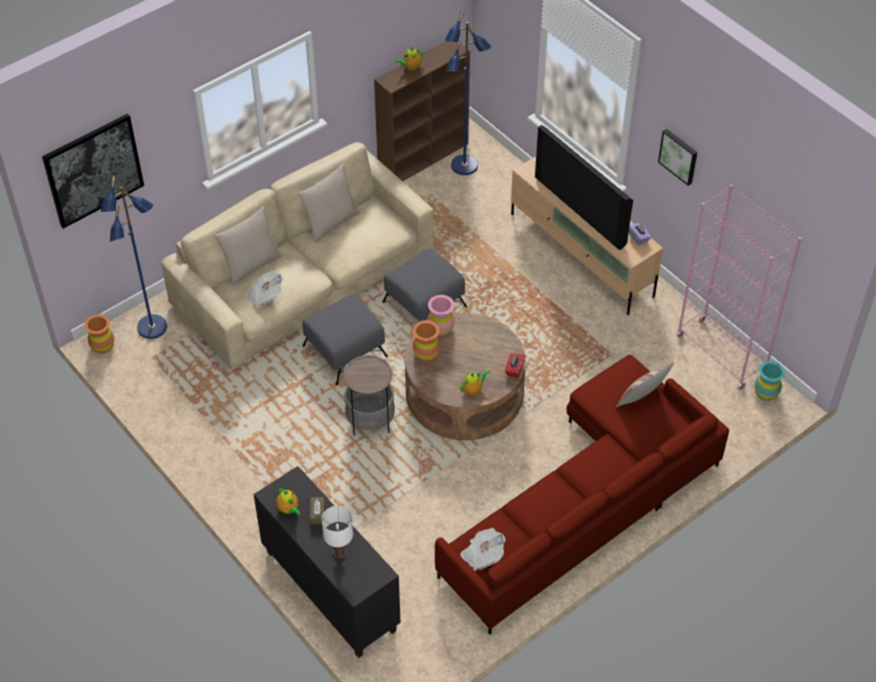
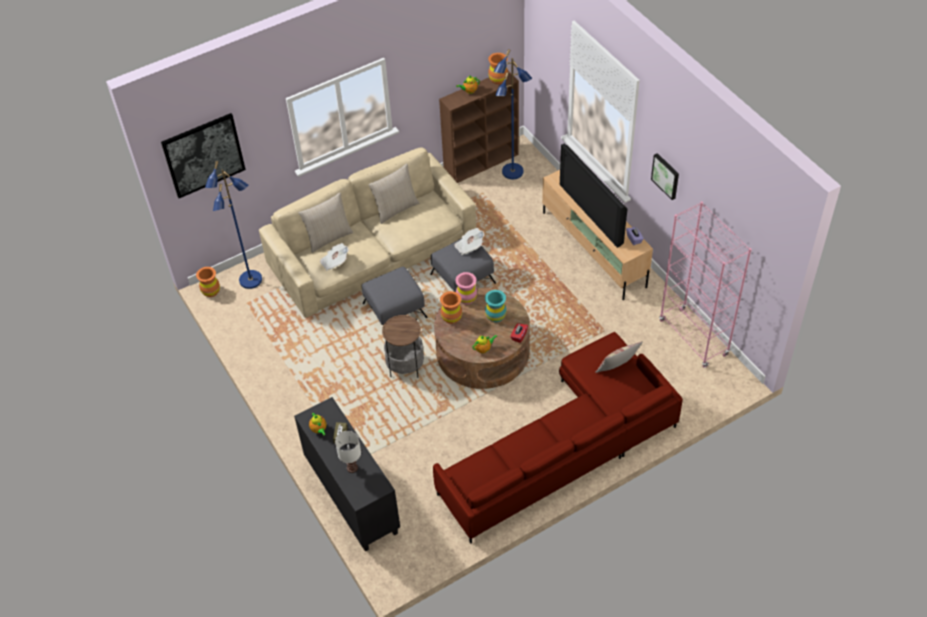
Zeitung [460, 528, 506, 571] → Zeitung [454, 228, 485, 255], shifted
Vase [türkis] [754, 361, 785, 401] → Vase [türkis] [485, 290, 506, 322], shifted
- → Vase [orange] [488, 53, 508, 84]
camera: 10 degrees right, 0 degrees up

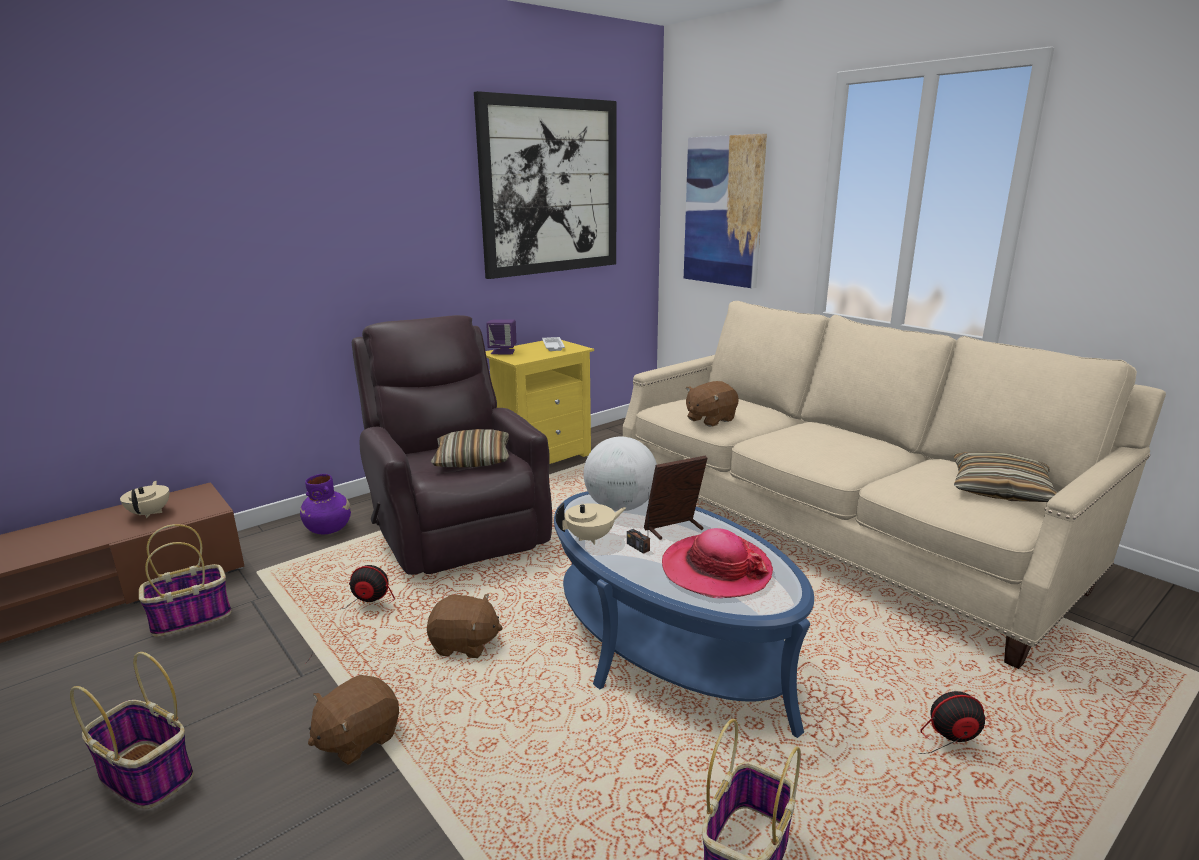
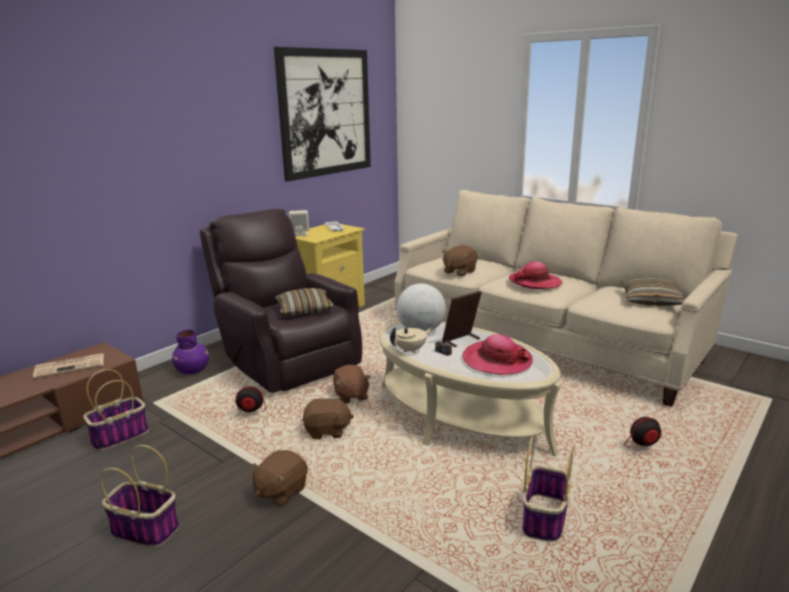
Teekanne [beige] [120, 481, 170, 518] → Zeitung [33, 353, 104, 379]
Lautsprecher [lila] [486, 320, 516, 354] → Lautsprecher [beige] [289, 210, 309, 236]
- → Plüschtier [braun] [333, 365, 371, 404]
Couchtisch [blau] [554, 491, 814, 738] → Couchtisch [beige] [379, 322, 561, 457]
- → Hut [509, 262, 562, 289]
Bild [684, 134, 767, 288] → -
camera: 10 degrees left, 0 degrees up

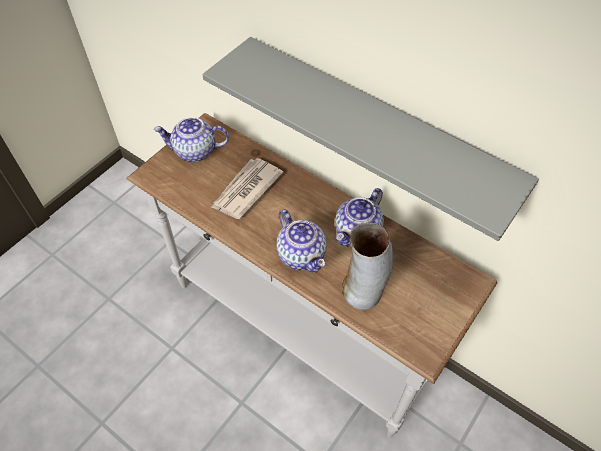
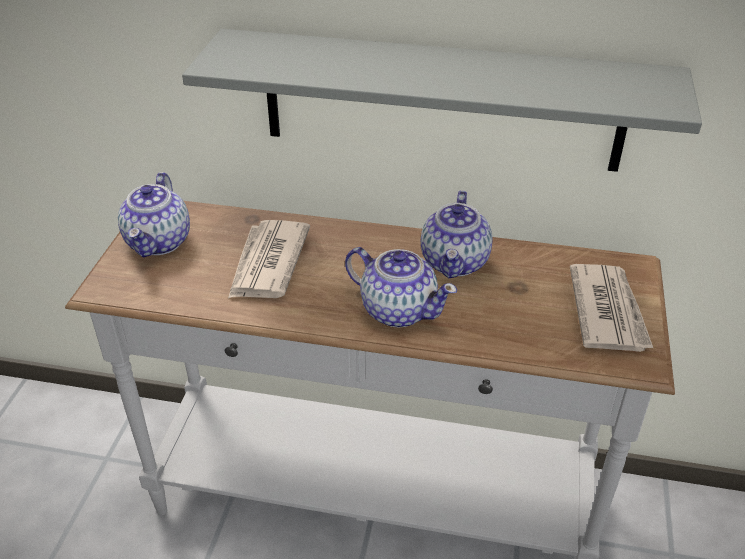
Teekanne [154, 117, 229, 162] → Teekanne [118, 172, 190, 257], 60 degrees counterclockwise
- → Zeitung [570, 264, 654, 352]
Vase [342, 223, 393, 310] → -
camera: 25 degrees left, 15 degrees down

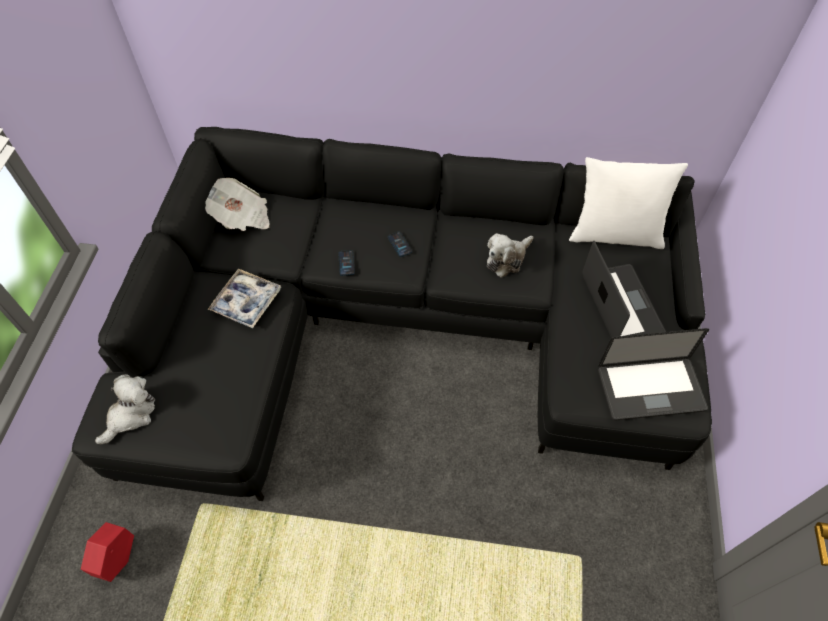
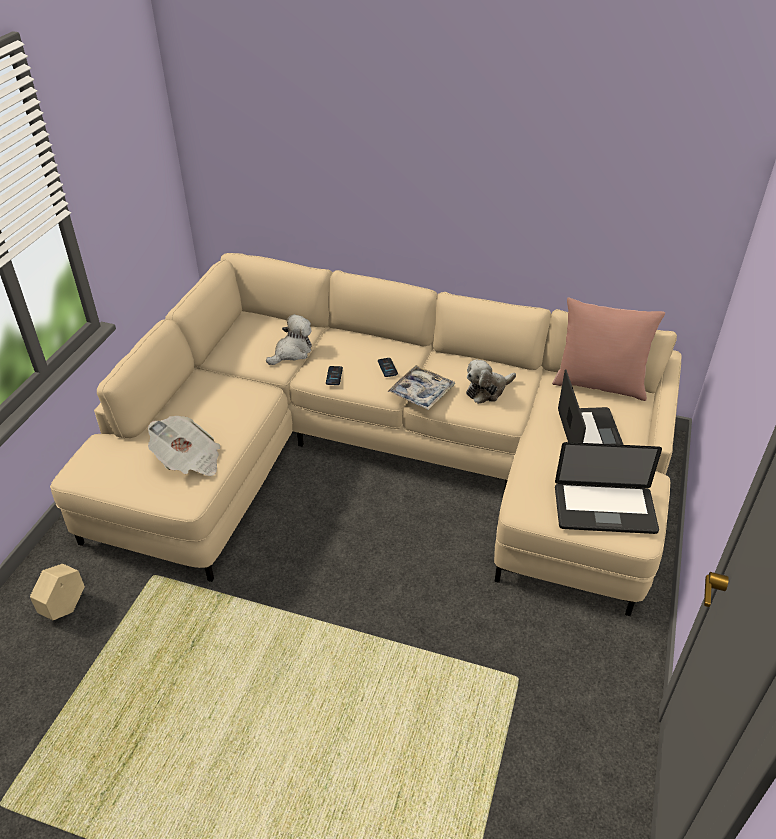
Pflanzkübel [rot] [81, 522, 134, 582] → Pflanzkübel [beige] [30, 564, 85, 620]
Sofa [schwarz] [72, 127, 712, 501] → Sofa [beige] [50, 253, 682, 616]
Zeitung [205, 178, 270, 231] → Zeitung [148, 416, 220, 476], shifted
Plüschtier [95, 374, 155, 444] → Plüschtier [266, 314, 312, 365], shifted
Tablett [208, 268, 281, 328] → Tablett [387, 365, 455, 410], shifted
Kissen [weiß] [569, 157, 688, 249] → Kissen [rosa] [552, 298, 665, 401]
camera: 10 degrees right, 15 degrees down

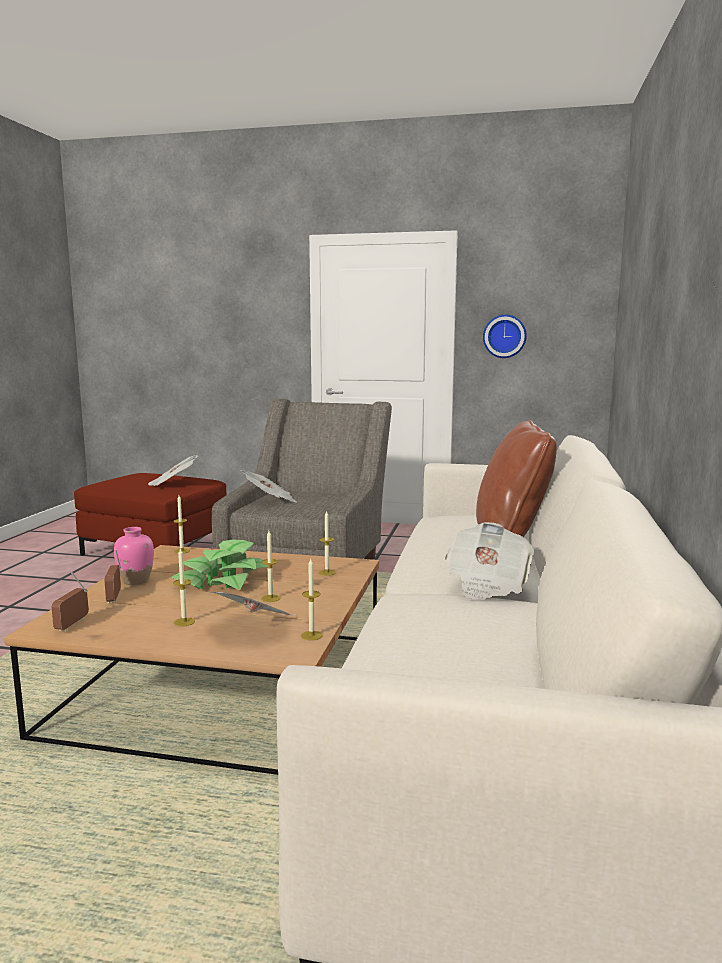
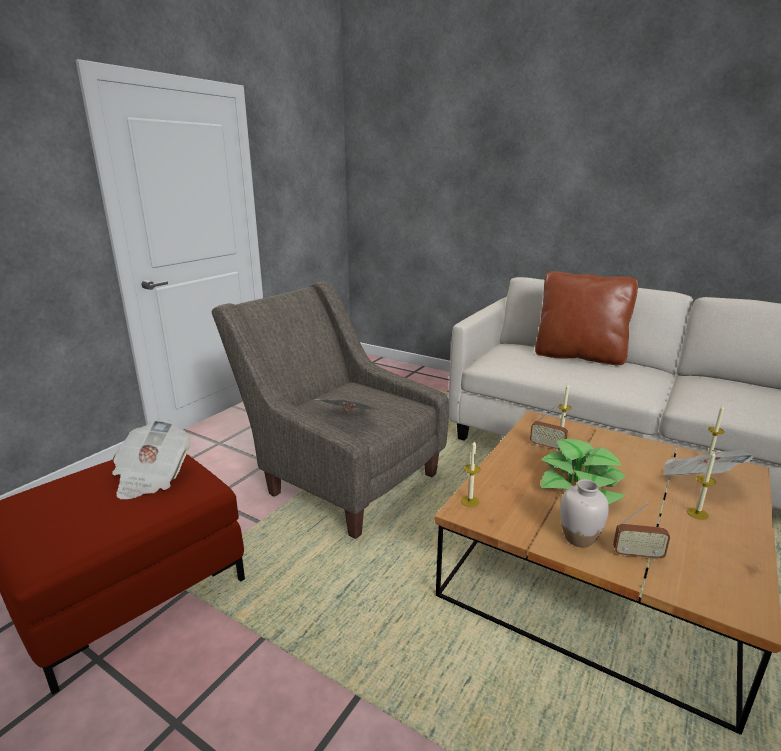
Radio [52, 572, 89, 631] → Radio [530, 408, 568, 451], shifted
Vase [rosa] [114, 527, 154, 585] → Vase [weiß] [560, 479, 609, 547]
Kerze [261, 531, 280, 602] → -
Zeitung [445, 522, 534, 600] → -
Wanduhr [483, 315, 527, 358] → -
camera: 70 degrees left, 10 degrees up

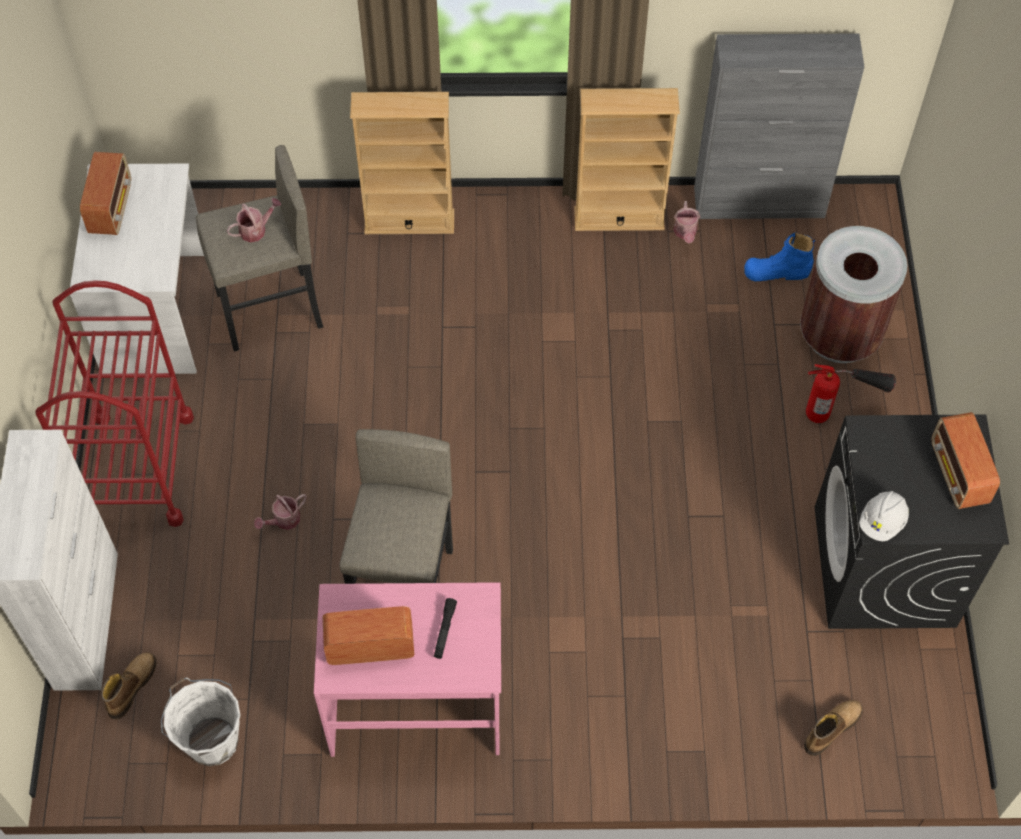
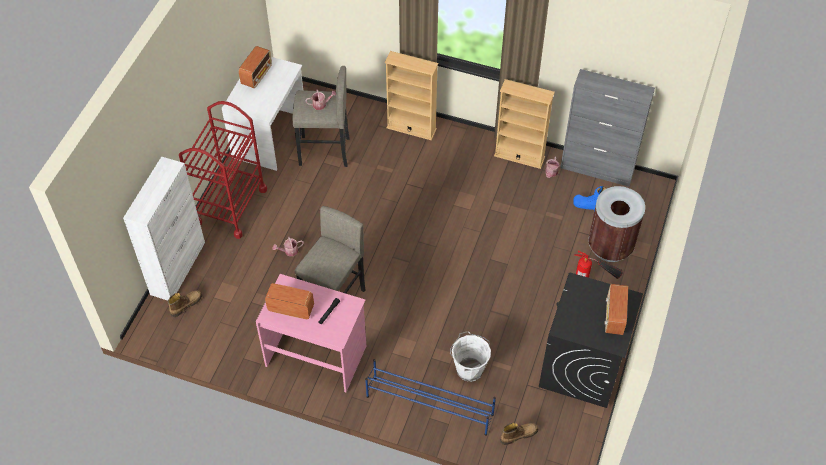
- → Schuhregal [blau] [365, 359, 496, 436]
Eimer [weiß] [161, 678, 240, 766] → Eimer [weiß] [450, 331, 491, 382], shifted
Schutzhelm [weiß] [859, 491, 909, 541] → -
camera: 20 degrees right, 5 degrees down

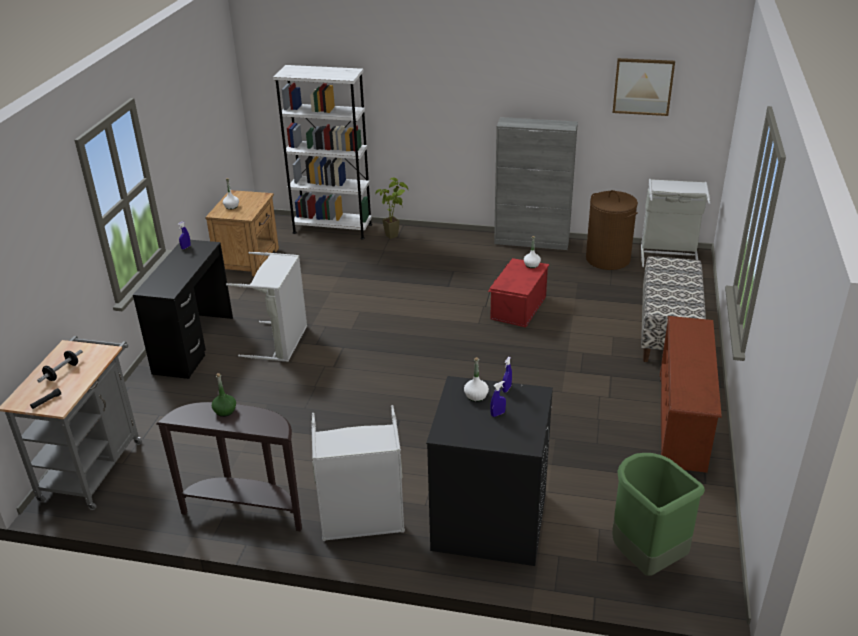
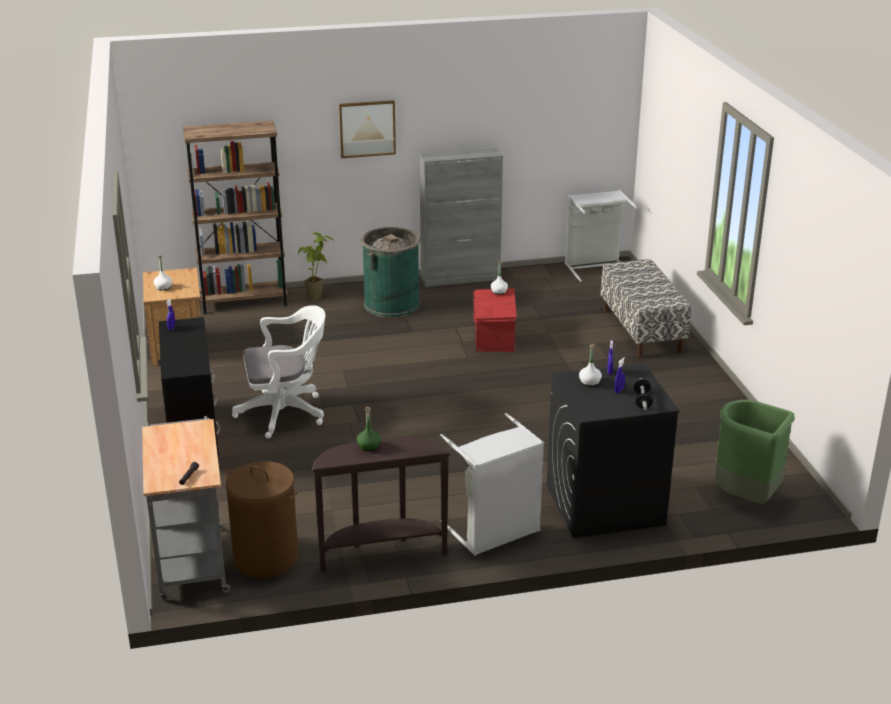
Bücherregal [weiß] [273, 65, 372, 240] → Bücherregal [braun] [183, 120, 288, 314]
Wäschekorb [braun] [586, 190, 638, 270] → Wäschekorb [braun] [225, 461, 299, 578], shifted
Wäschekorb [grau] [226, 252, 307, 362] → Bürostuhl [weiß] [232, 305, 325, 439]
Bild [613, 58, 675, 116] → Bild [339, 100, 396, 158], shifted
- → Mülleimer [grün] [360, 227, 420, 317]
Hantel [37, 350, 83, 383] → Hantel [633, 378, 653, 410], shifted
Schuhregal [braun] [660, 316, 722, 473] → -
camera: 25 degrees left, 5 degrees down

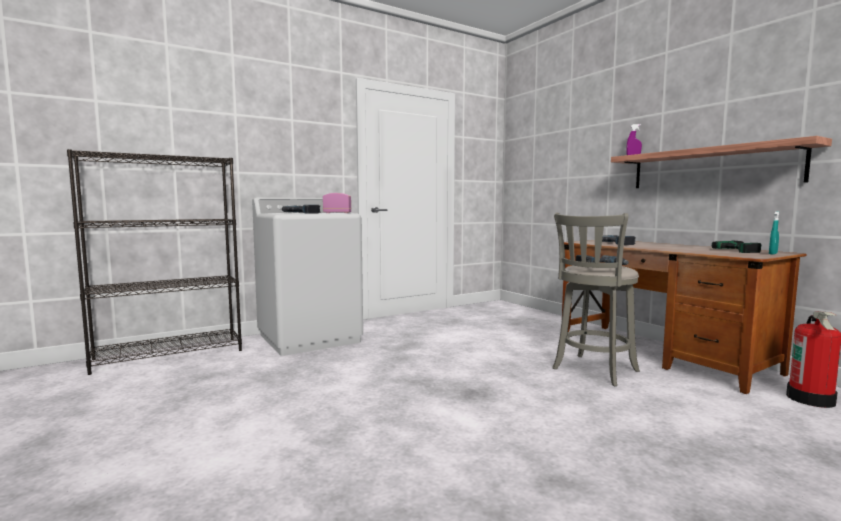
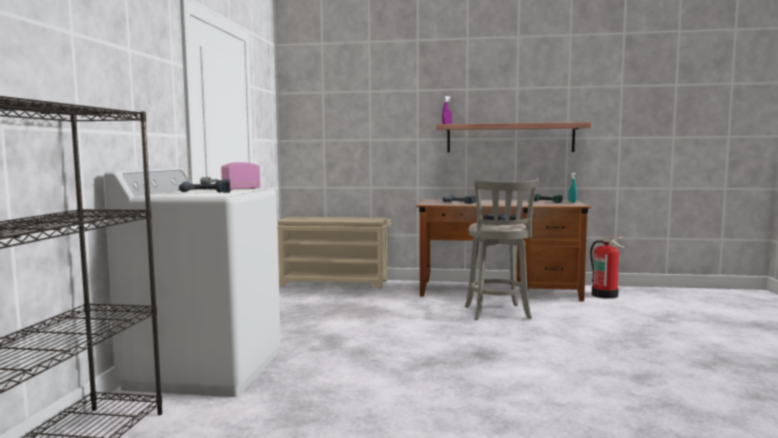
- → Schuhregal [beige] [277, 217, 391, 289]
camera: 50 degrees left, 0 degrees up

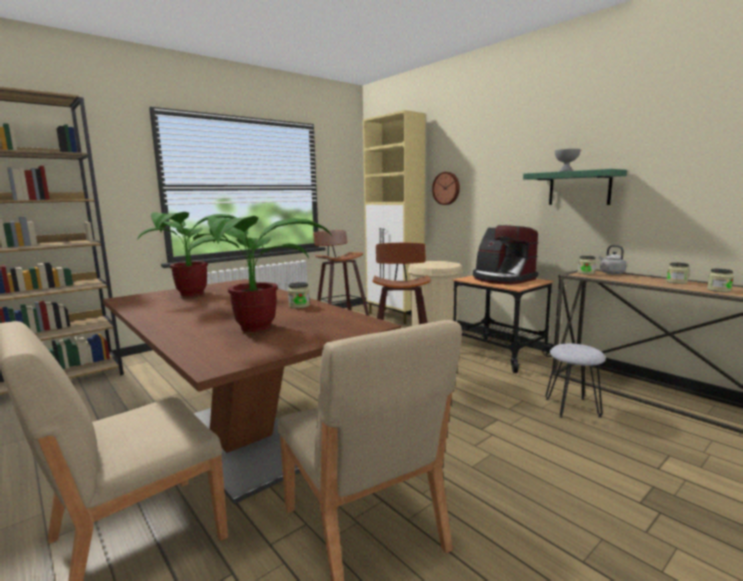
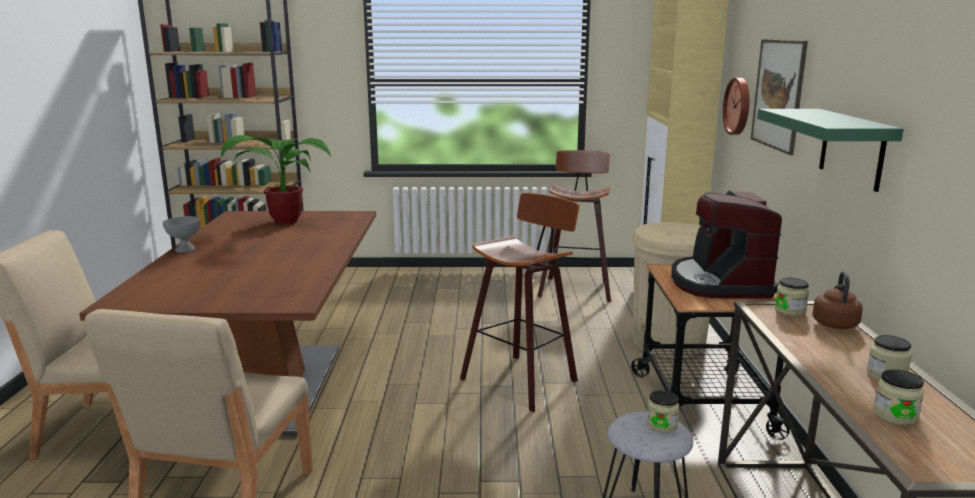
Schüssel [grau] [555, 149, 581, 172] → Schüssel [grau] [162, 216, 201, 253], shifted
Vorratsglas [288, 282, 310, 308] → Vorratsglas [646, 390, 679, 433], shifted
- → Bild [751, 39, 808, 155]
Wasserkessel [grau] [599, 245, 627, 275] → Wasserkessel [braun] [812, 271, 863, 329]
Topfpflanze [186, 216, 333, 332] → -
camera: 40 degrees right, 5 degrees up

